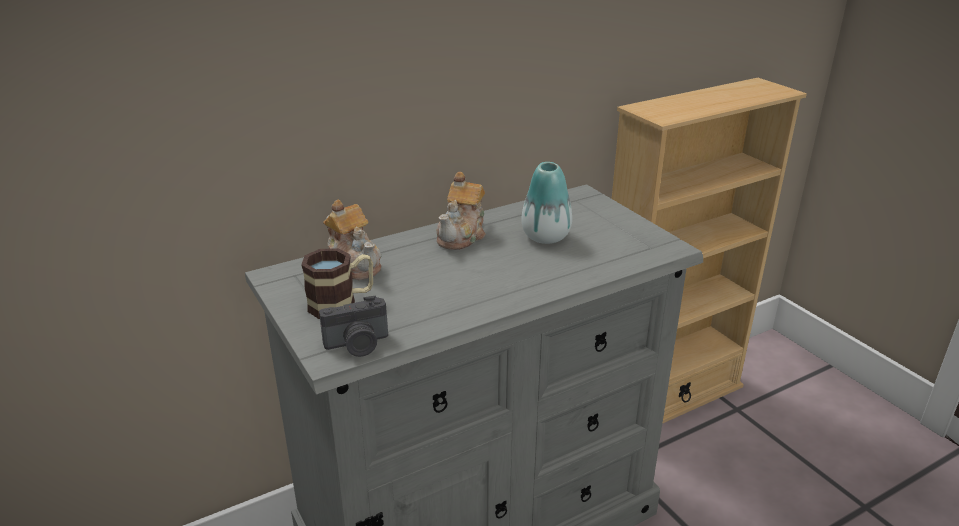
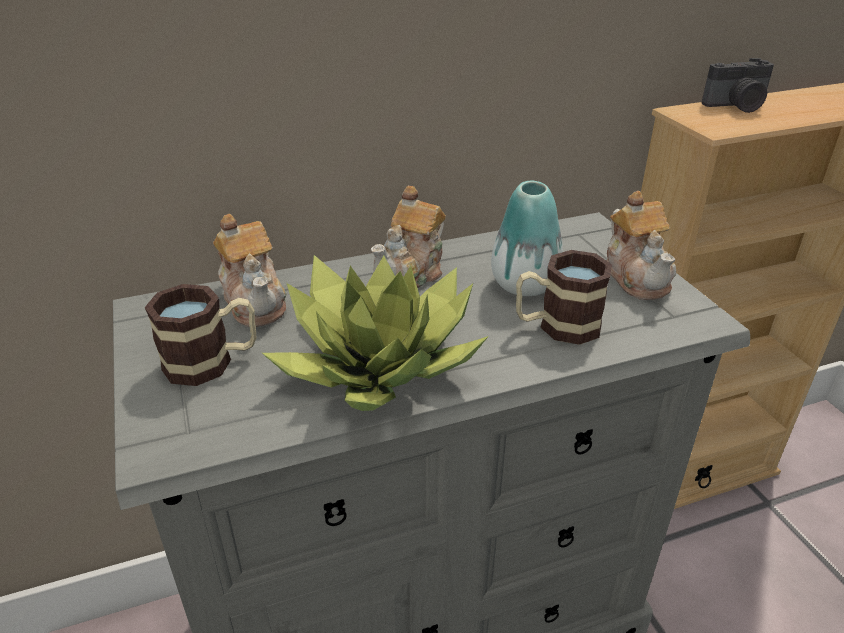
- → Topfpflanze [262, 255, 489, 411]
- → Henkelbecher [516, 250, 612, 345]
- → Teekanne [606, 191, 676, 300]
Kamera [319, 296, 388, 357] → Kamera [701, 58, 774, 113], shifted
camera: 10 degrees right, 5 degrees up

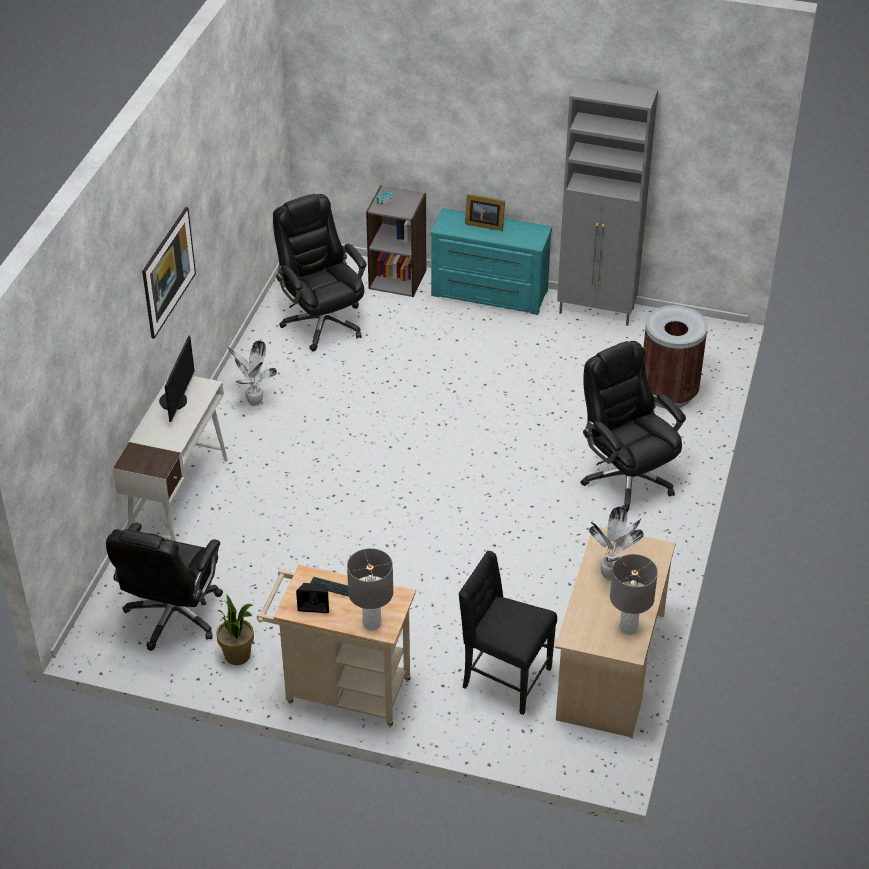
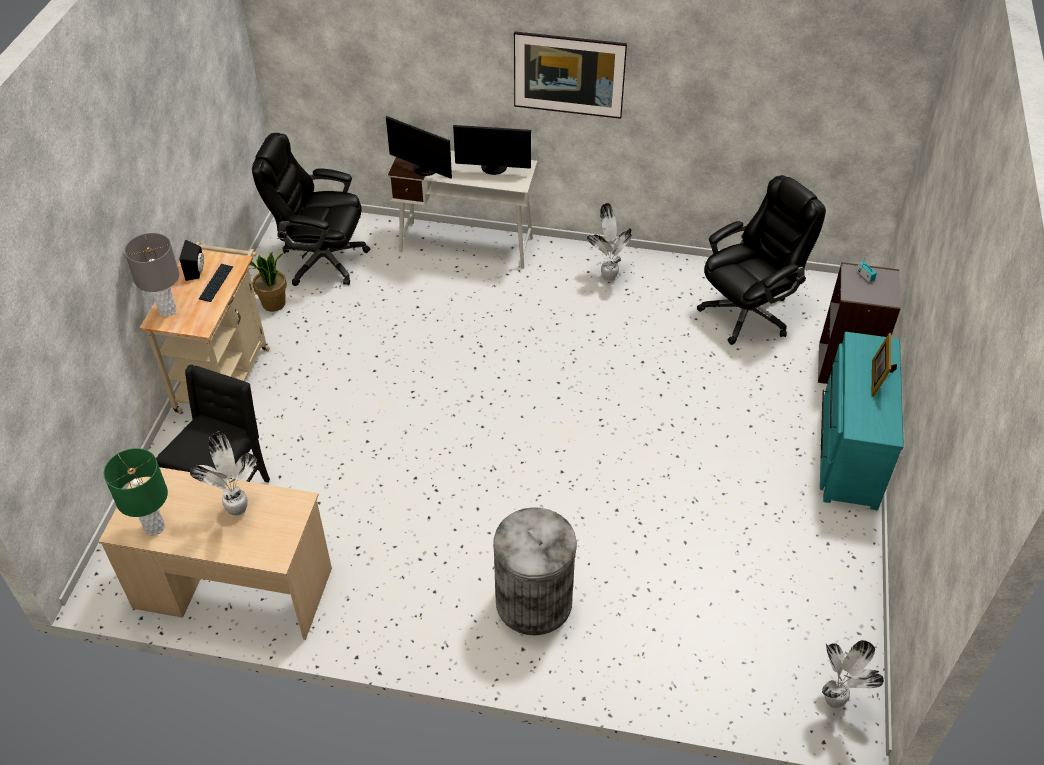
Tischlampe [grau] [610, 554, 658, 635] → Tischlampe [grün] [104, 448, 168, 536]
- → Monitor [386, 116, 452, 179]
Bürostuhl [schwarz] [581, 341, 686, 512] → Mülleimer [grau] [493, 507, 577, 635]
- → Topfpflanze [822, 640, 884, 708]
Schrank [grau] [557, 77, 658, 326] → -
Mülleimer [braun] [643, 305, 708, 408] → -
camera: 85 degrees right, 5 degrees up

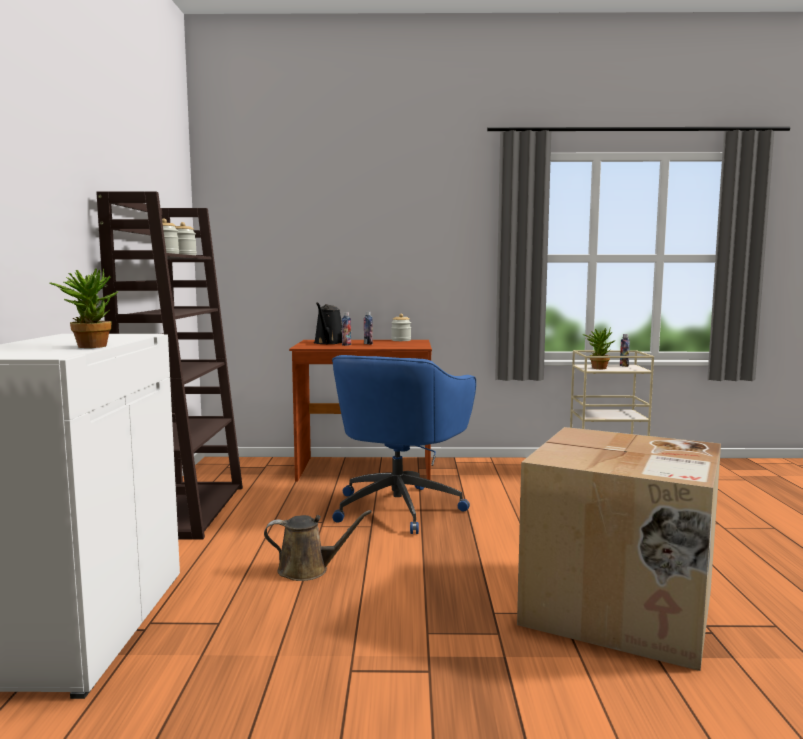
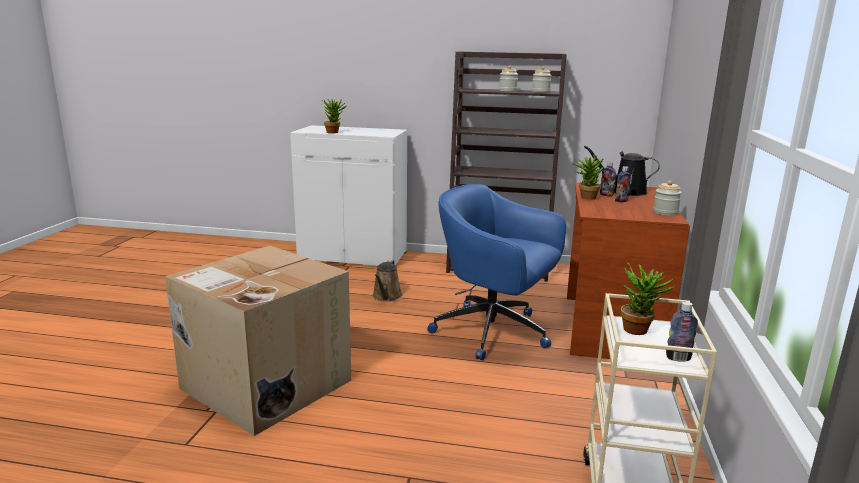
- → Topfpflanze [572, 154, 604, 200]
camera: 100 degrees right, 10 degrees up

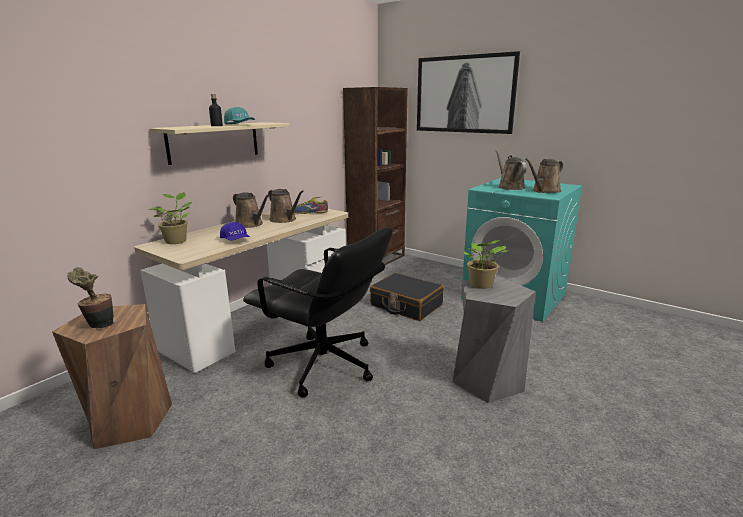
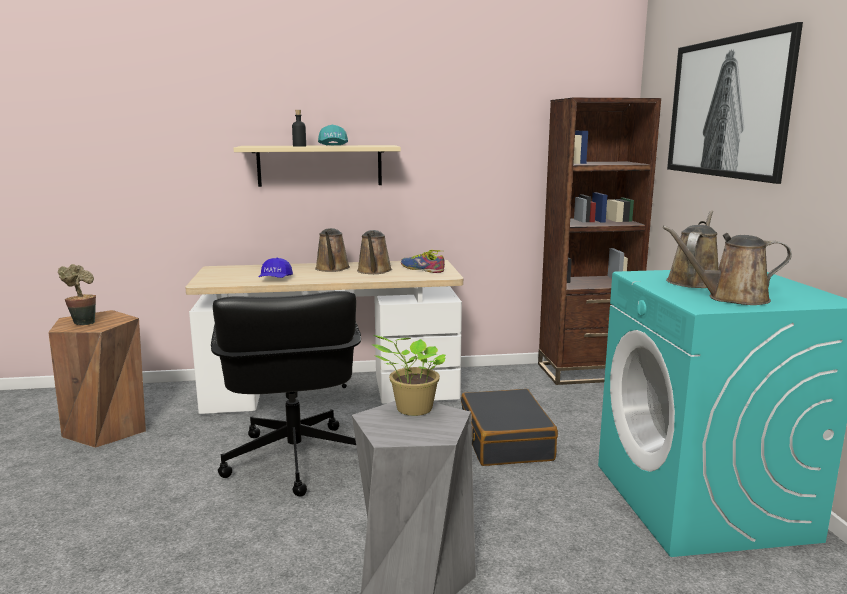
Topfpflanze [149, 192, 192, 244] → -
camera: 45 degrees right, 5 degrees down

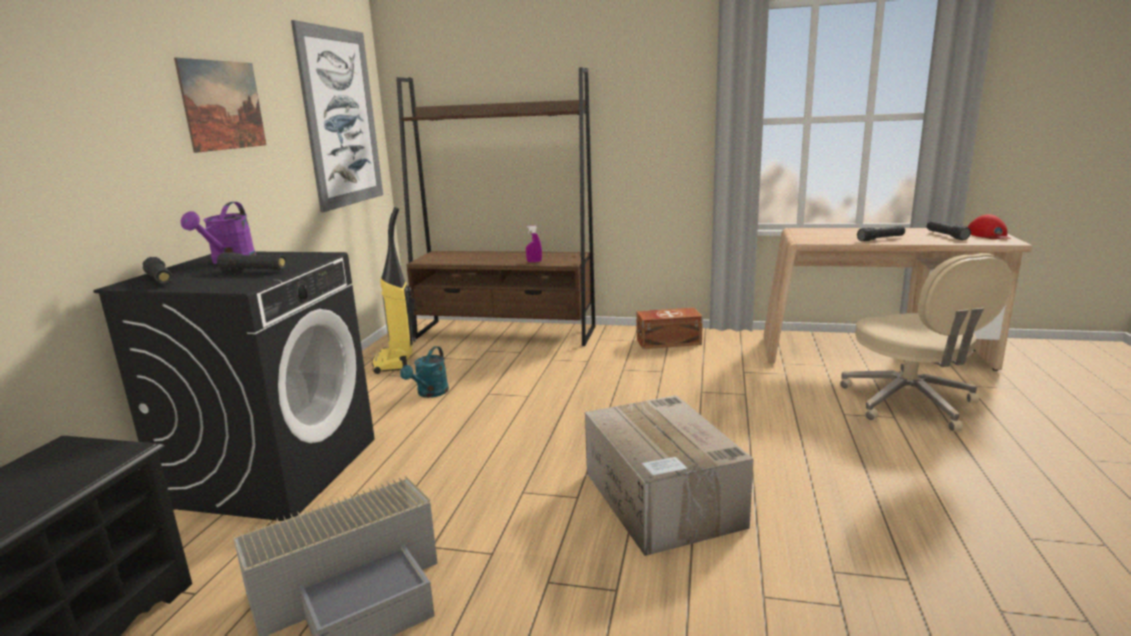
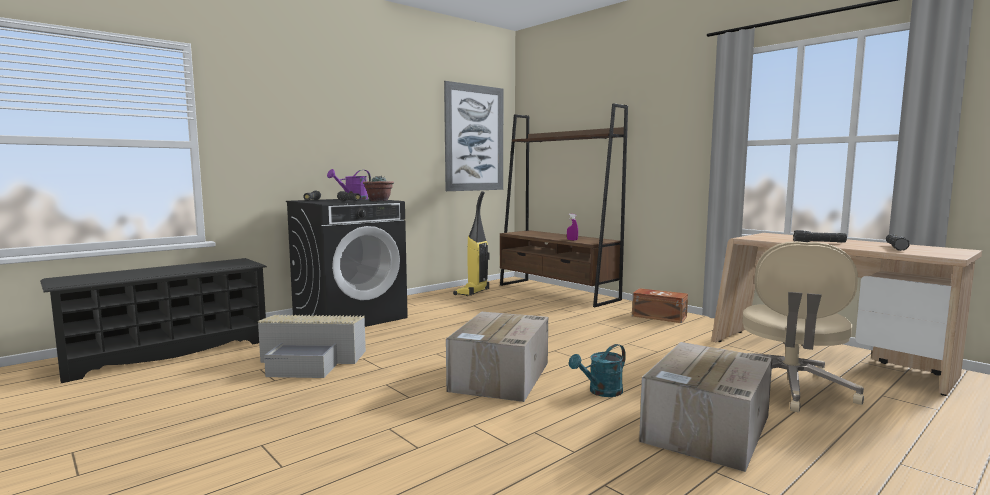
- → Topfpflanze [363, 176, 394, 201]
Gießkanne [türkis] [400, 346, 449, 398] → Gießkanne [türkis] [569, 344, 626, 397], shifted
- → Karton [639, 342, 773, 472]
Bild [174, 58, 266, 153] → -
Kappe [rot] [968, 214, 1011, 239] → -
camera: 35 degrees right, 10 degrees down

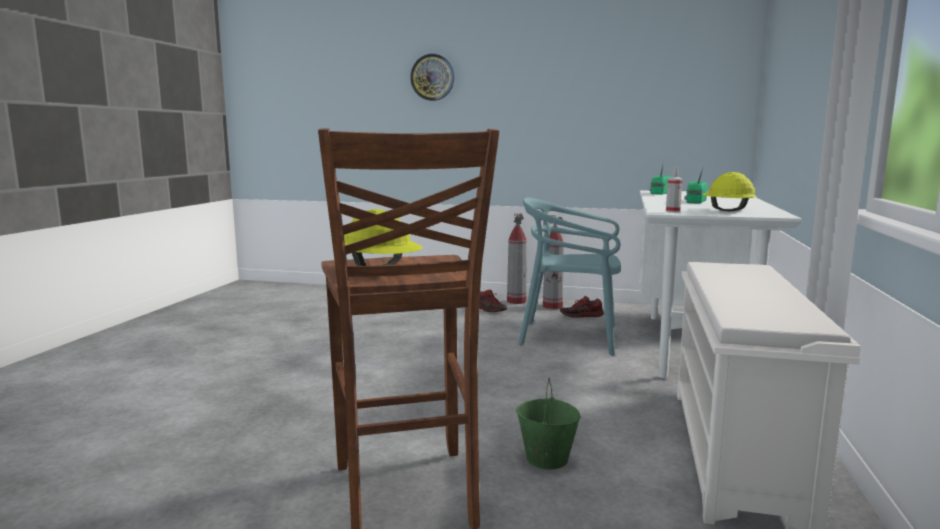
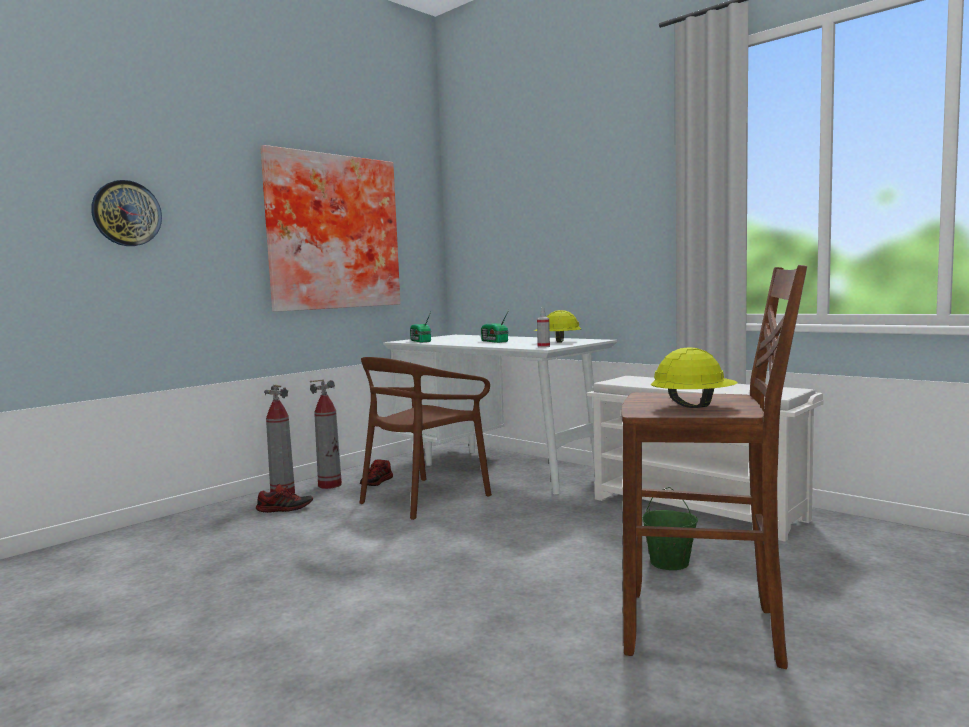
- → Bild [260, 145, 400, 312]
Stuhl [türkis] [518, 198, 621, 355] → Stuhl [braun] [359, 357, 492, 520]
camera: 60 degrees left, 5 degrees down

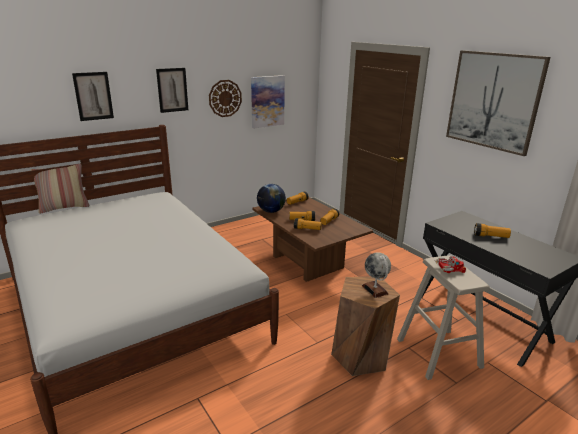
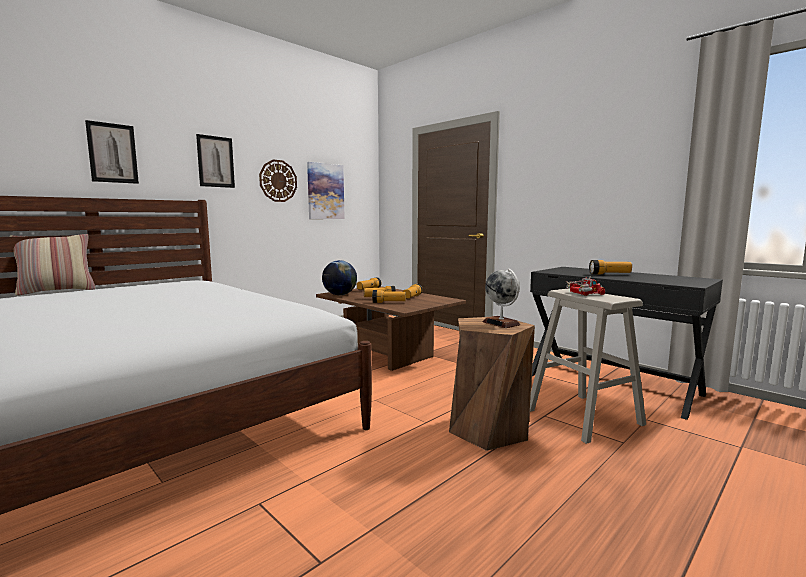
Bild [446, 50, 551, 156] → -
camera: 10 degrees left, 15 degrees down

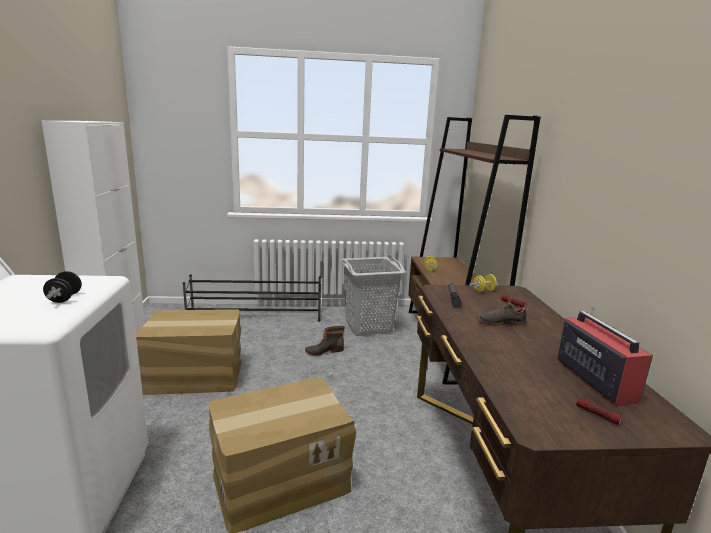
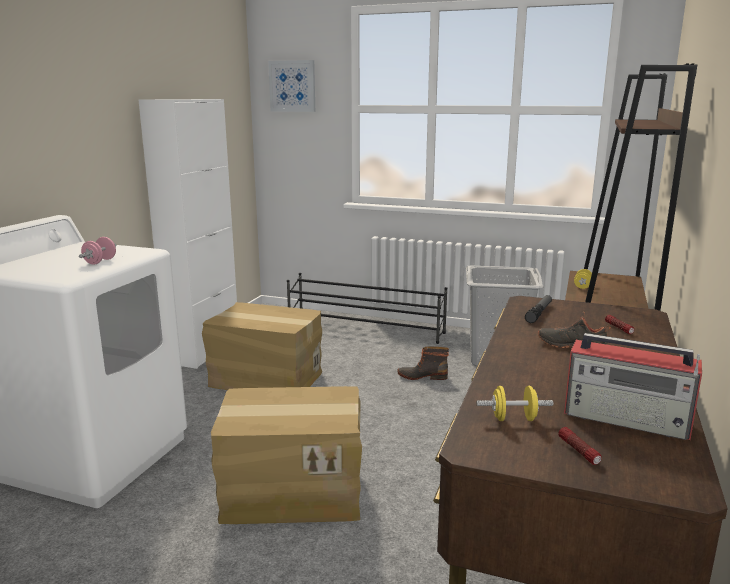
Hantel [schwarz] [43, 271, 82, 303] → Hantel [rosa] [79, 237, 117, 264]
- → Bild [268, 60, 315, 112]
Hantel [gelb] [469, 274, 500, 292] → Hantel [gelb] [477, 386, 554, 421], shifted
Radio [557, 306, 653, 406] → Radio [564, 333, 702, 440], 105 degrees clockwise
camera: 25 degrees right, 0 degrees up

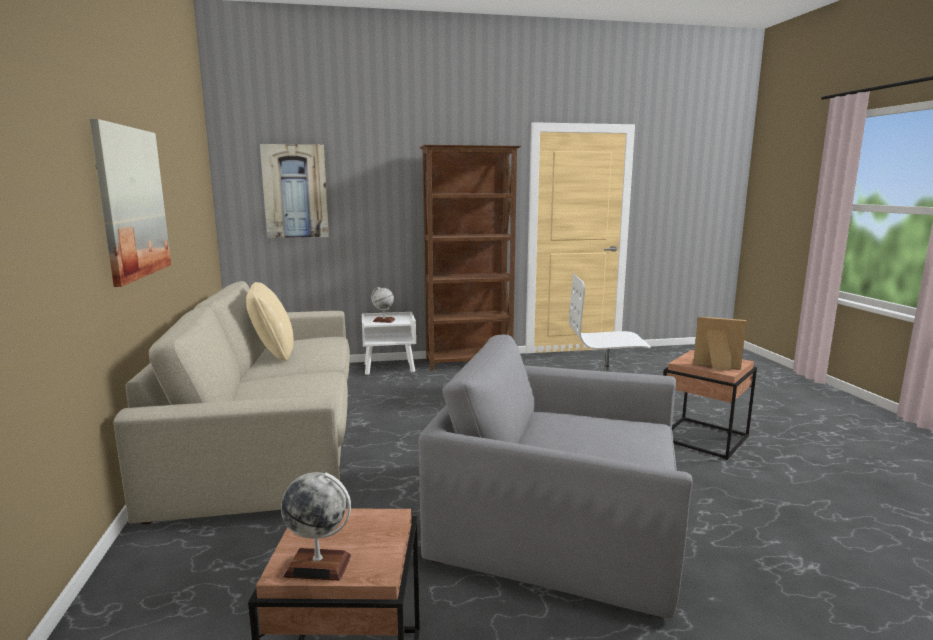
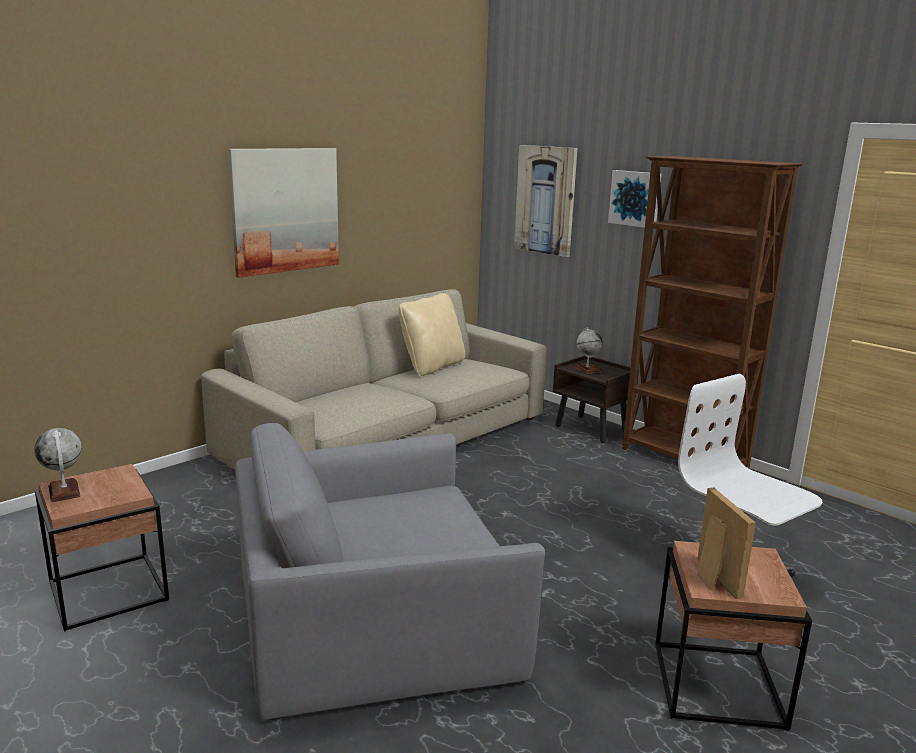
Sessel [grau] [418, 335, 693, 619] → Sessel [grau] [235, 423, 545, 720], 90 degrees counterclockwise
Nachttisch [weiß] [362, 312, 416, 375] → Nachttisch [braun] [553, 356, 639, 443]
- → Bild [608, 170, 661, 228]
camera: 55 degrees right, 5 degrees up

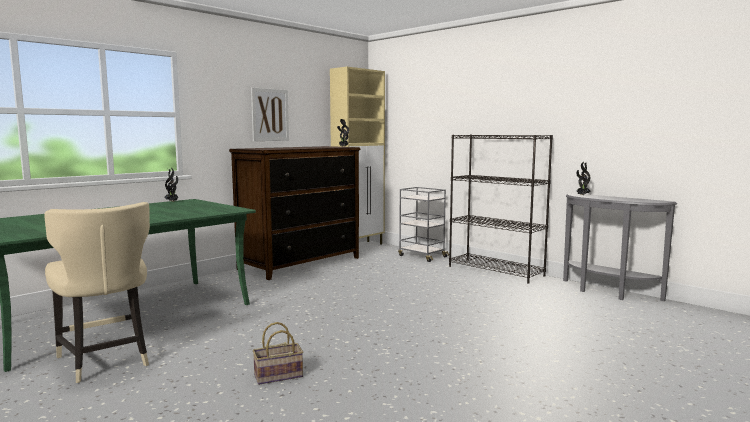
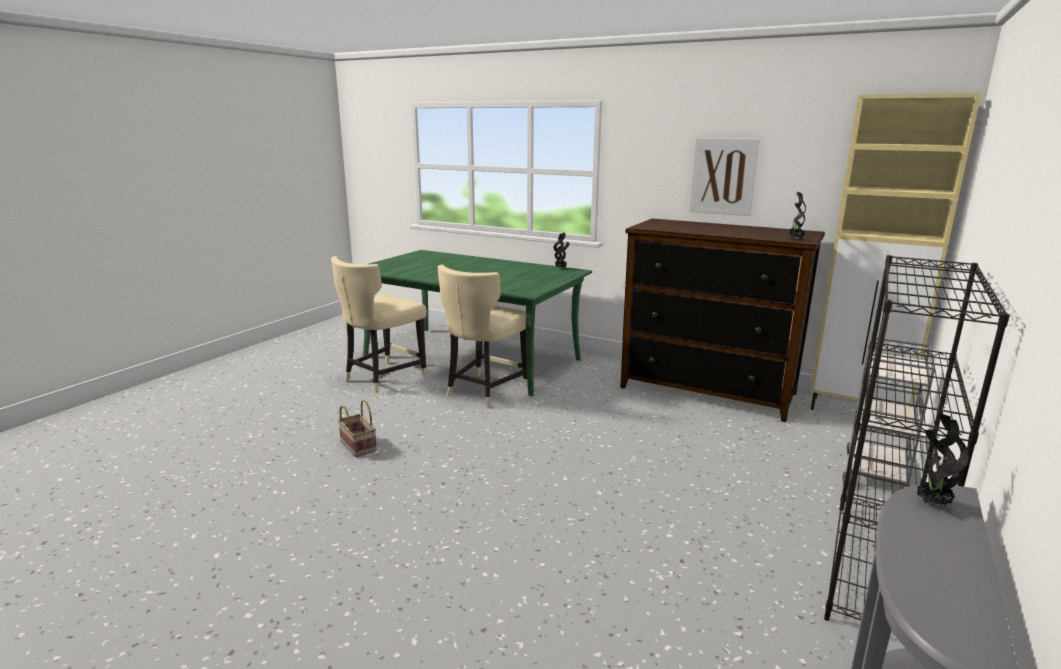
- → Stuhl [beige] [438, 264, 528, 407]
camera: 75 degrees right, 10 degrees up

